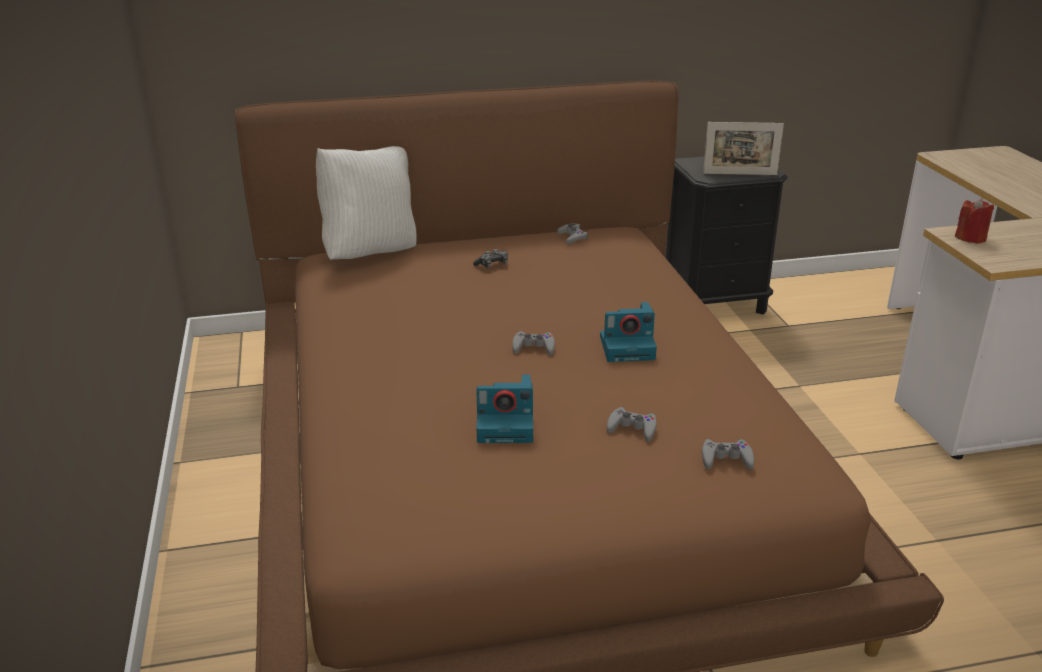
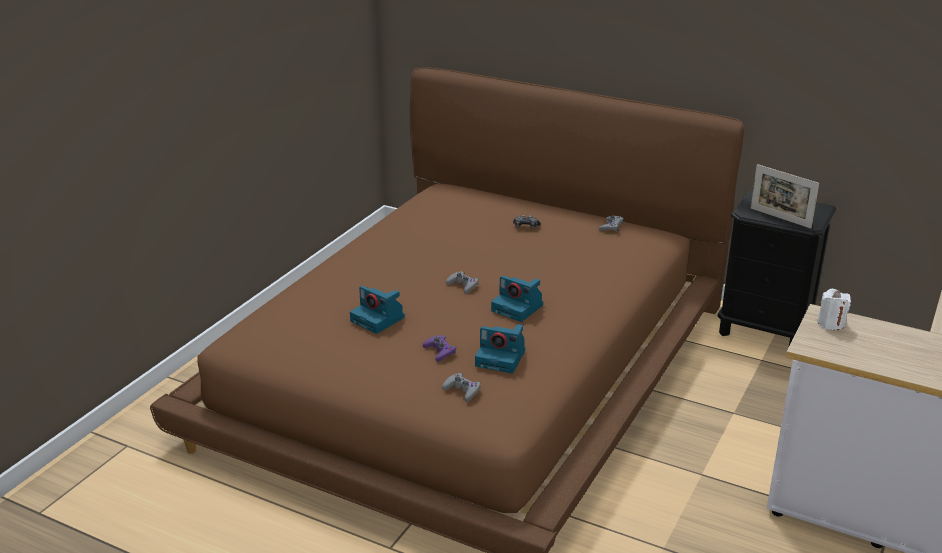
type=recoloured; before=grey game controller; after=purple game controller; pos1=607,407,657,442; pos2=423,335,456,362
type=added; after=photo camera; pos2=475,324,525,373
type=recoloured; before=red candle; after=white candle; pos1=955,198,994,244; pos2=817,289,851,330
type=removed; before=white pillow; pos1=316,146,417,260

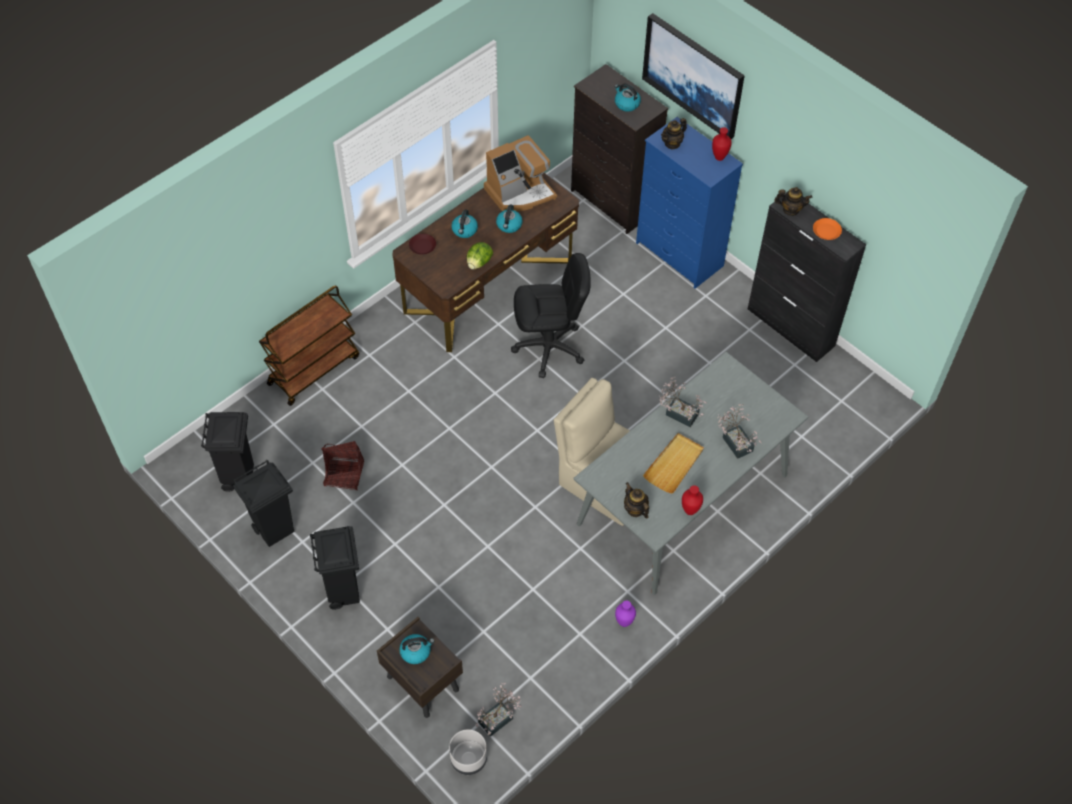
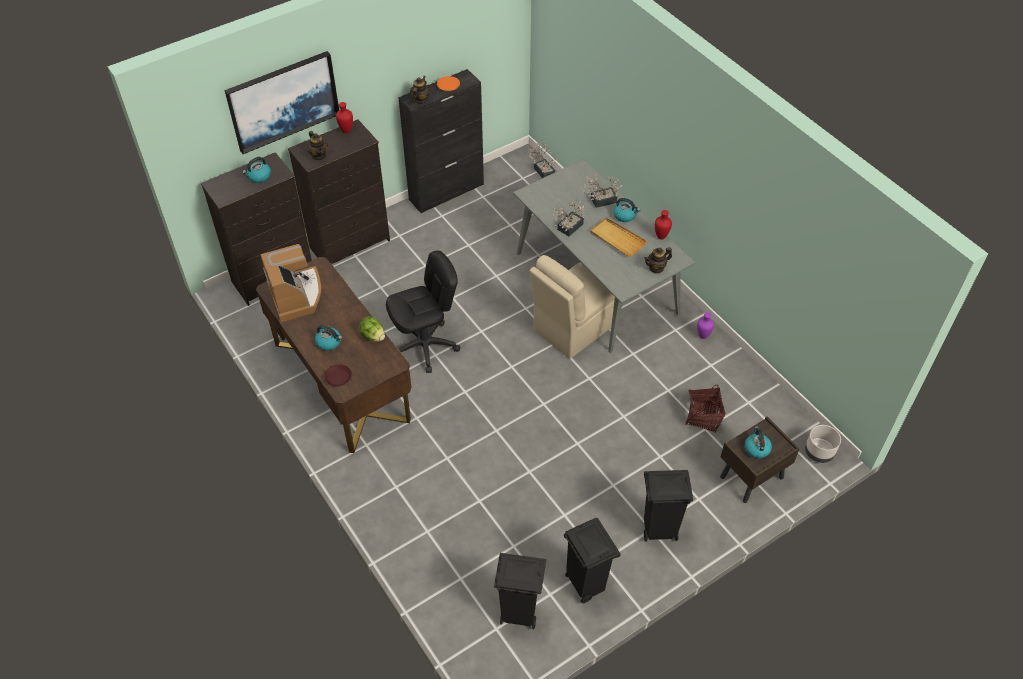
type=recoloured; before=blue dresser; after=black dresser; pos1=636,117,743,289; pos2=288,119,390,264
type=turned; before=black office chair; pos1=511,253,591,378; pos2=386,250,460,373; turn=60
type=moved; before=potted plant; pos1=475,683,522,737; pos2=528,141,559,178
type=moved; before=kettle; pos1=496,204,523,233; pos2=613,198,640,222
type=moved; before=basket; pos1=321,441,364,490; pos2=685,385,726,433
type=removed; before=brown cart; pos1=259,285,359,406

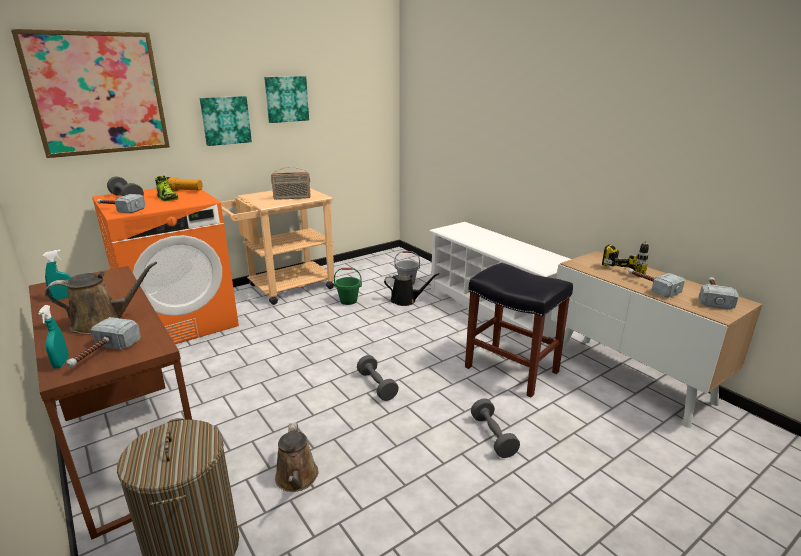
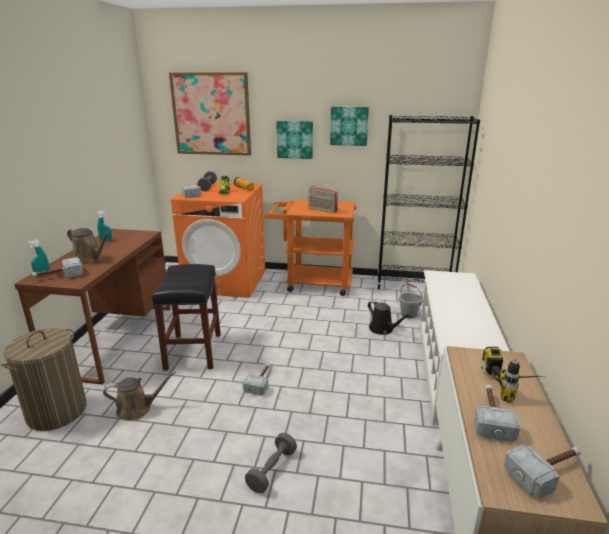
type=turned; before=brown watering can; pos1=275,422,318,492; pos2=103,372,176,421; turn=-135
type=moved; before=black stool; pos1=465,263,573,397; pos2=152,264,221,371
type=replaced; before=grey dumbbell; after=hammer; pos1=357,355,399,401; pos2=243,364,270,395
type=recoloured; before=beige cart; after=orange cart; pos1=221,188,336,305; pos2=264,200,357,296
type=added; after=black bookcase; pos2=377,115,480,289
type=removed; before=green bucket; pos1=334,268,362,305

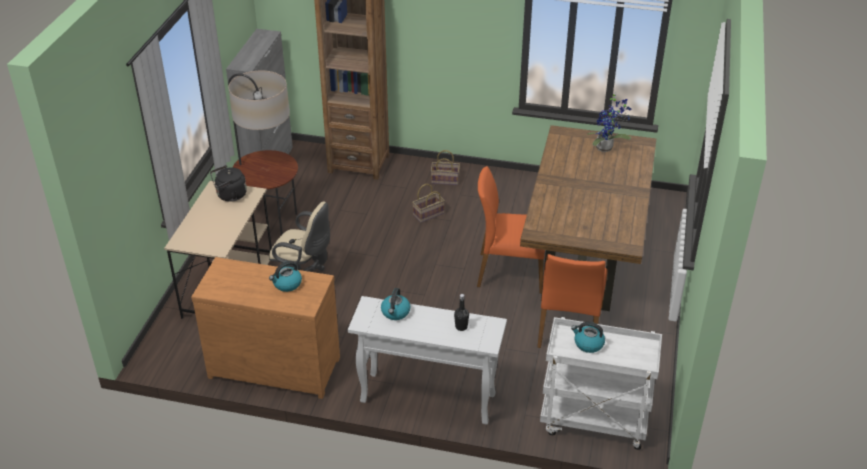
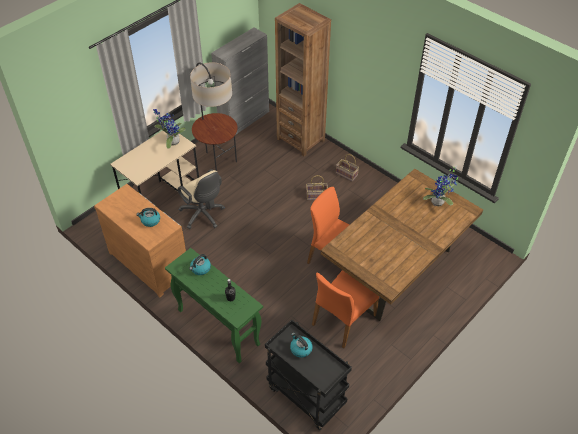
type=replaced; before=black kettle; after=potted plant; pos1=210,165,247,202; pos2=153,109,186,148
type=recoloured; before=white console table; after=green console table; pos1=348,296,507,425; pos2=165,248,263,363
type=recoloured; before=white cart; after=black cart; pos1=540,317,662,450; pos2=265,320,352,431

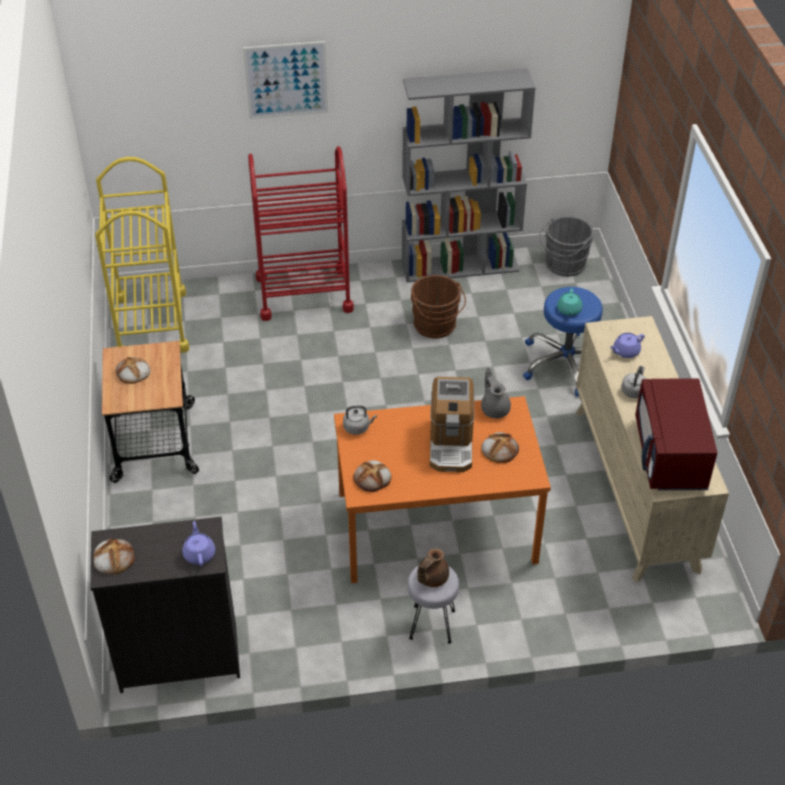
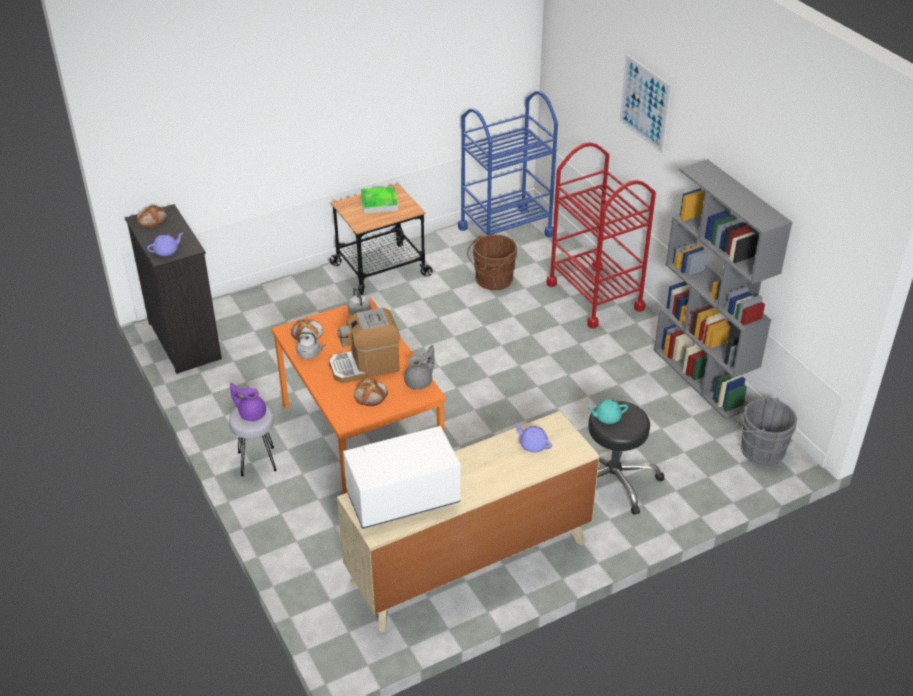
type=recoloured; before=brown teapot; after=purple teapot; pos1=417,548,449,587; pos2=230,383,266,421
type=moved; before=grey kettle; pos1=621,366,646,398; pos2=296,332,326,359
type=recoloured; before=red microwave; after=white microwave; pos1=635,378,717,491; pos2=343,426,461,529
type=replaced; before=bread; after=tray; pos1=116,357,150,384; pos2=361,187,398,213
type=recoloured; before=yellow cart; after=blue cart; pos1=95,157,190,353; pos2=458,91,558,237
type=moved; before=brown bucket; pos1=410,275,466,338; pos2=467,234,517,290
type=recoloured; before=blue stool; after=black stool; pos1=523,287,603,397; pos2=588,401,664,515

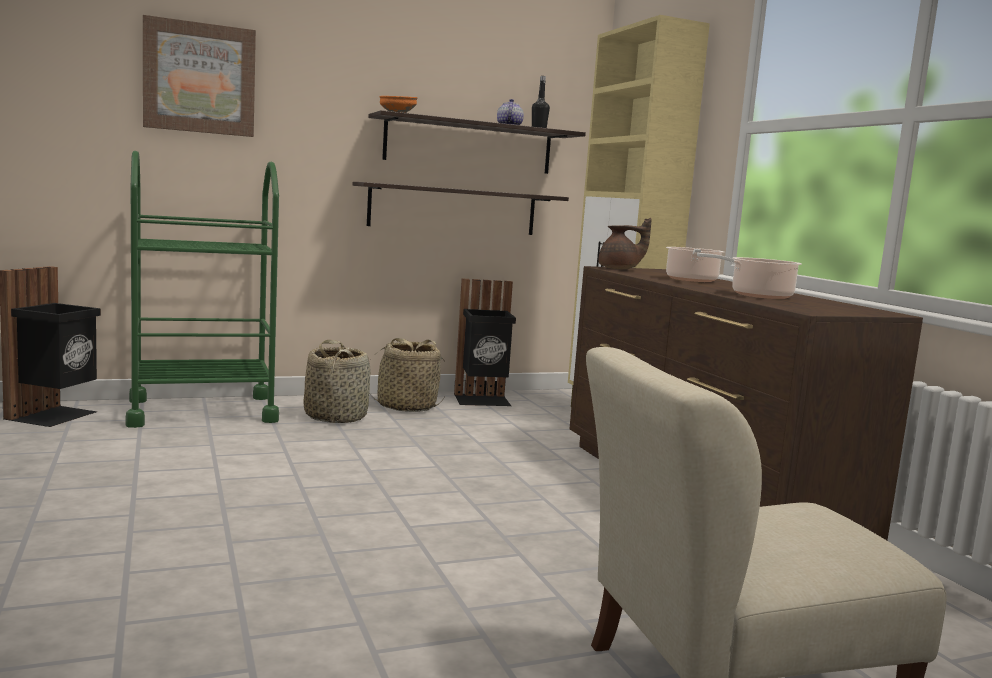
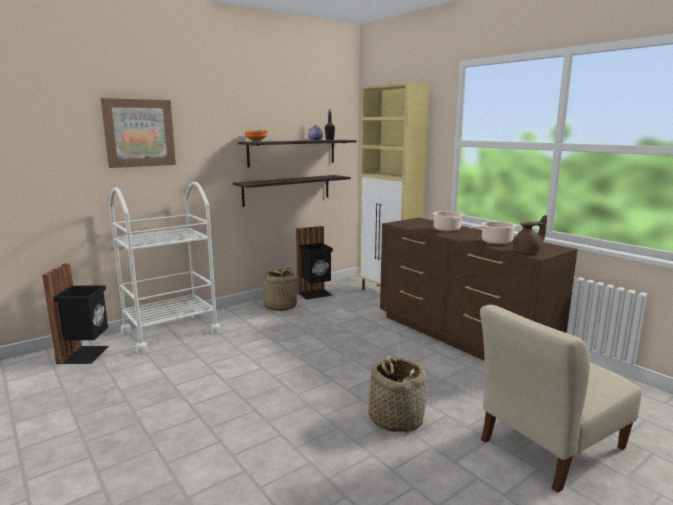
type=recoloured; before=green cart; after=white cart; pos1=126,151,279,428; pos2=109,182,221,354
type=moved; before=basket; pos1=303,340,371,423; pos2=369,356,427,433
type=moved; before=brown teapot; pos1=599,218,652,269; pos2=513,215,547,253

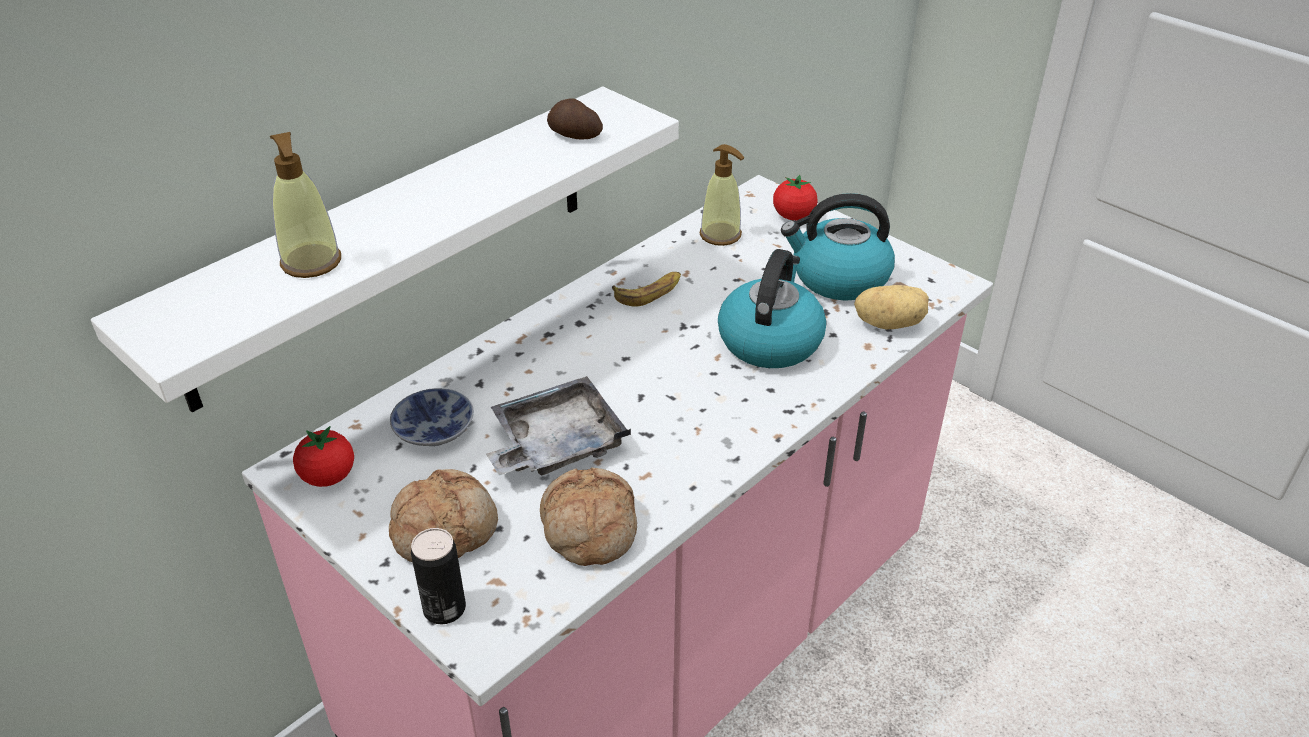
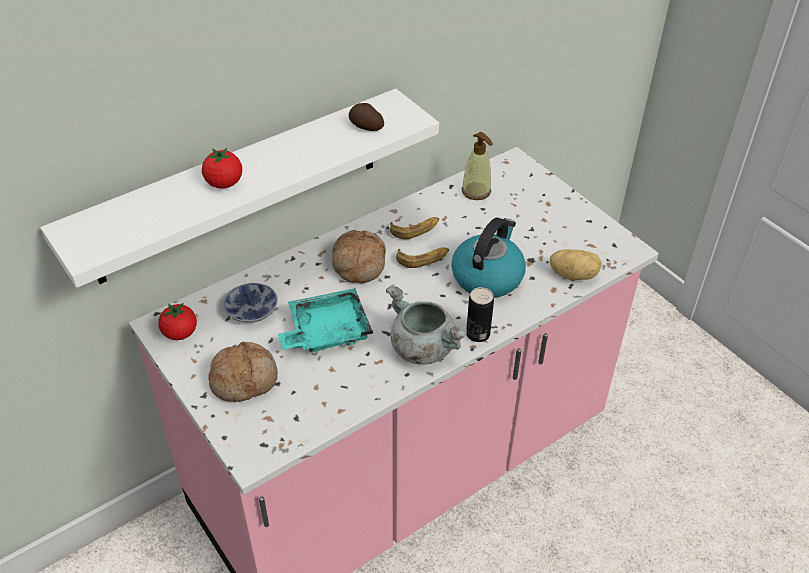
type=moved; before=tomato; pos1=773,175,817,220; pos2=202,148,242,189
type=recoloured; before=grey tray; after=turquoise tray; pos1=486,376,631,476; pos2=278,288,373,353
type=moved; before=bread; pos1=540,467,637,566; pos2=332,230,386,283
type=added; after=grey cooking pot; pos2=386,285,467,365
type=added; after=banana; pos2=396,248,449,268
type=moved; before=can; pos1=411,528,466,624; pos2=466,287,494,342
type=removed; before=soap dispenser; pos1=270,132,341,278
type=removed; before=kettle; pos1=781,193,895,301

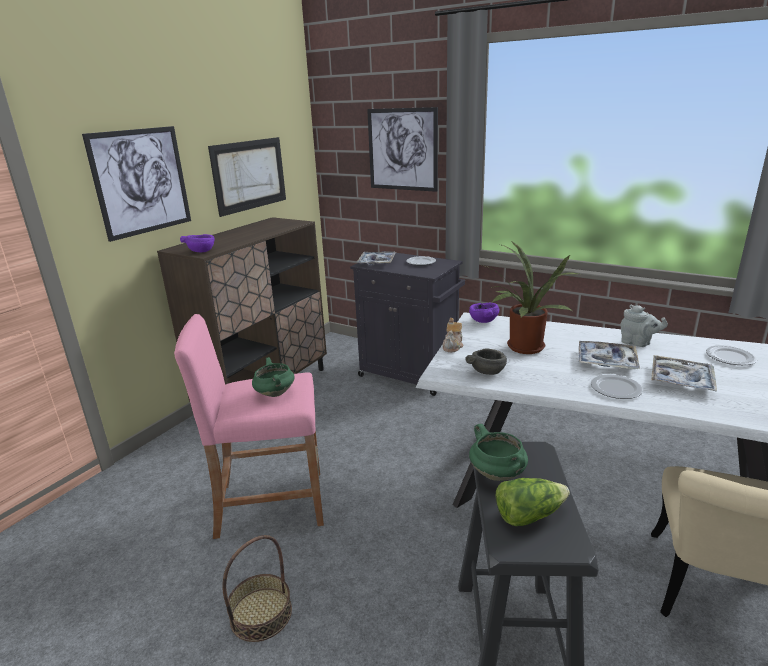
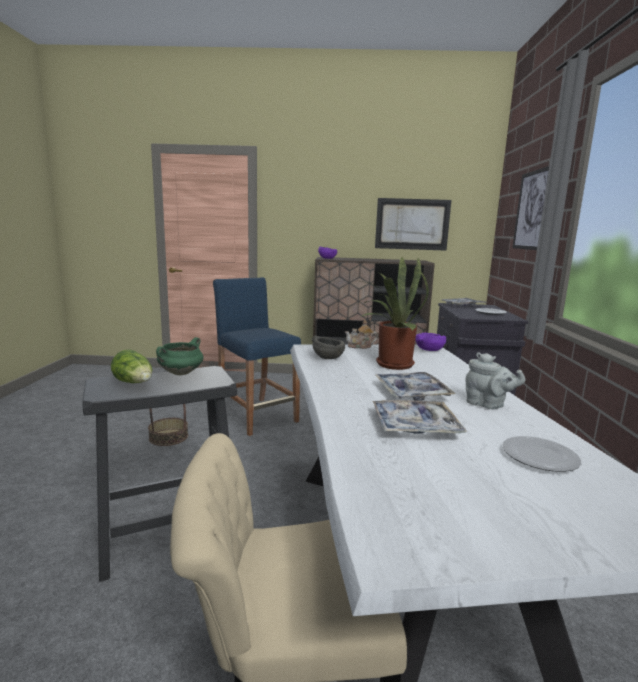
type=recoloured; before=pink stool; after=blue stool; pos1=174,314,324,539; pos2=213,277,301,436
type=turned; before=grey teapot; pos1=620,305,668,347; pos2=465,352,525,410; turn=-60
type=removed; before=picture; pos1=82,126,191,242
type=removed; before=green cooking pot; pos1=252,357,295,397
type=removed; before=plate; pos1=591,374,643,399

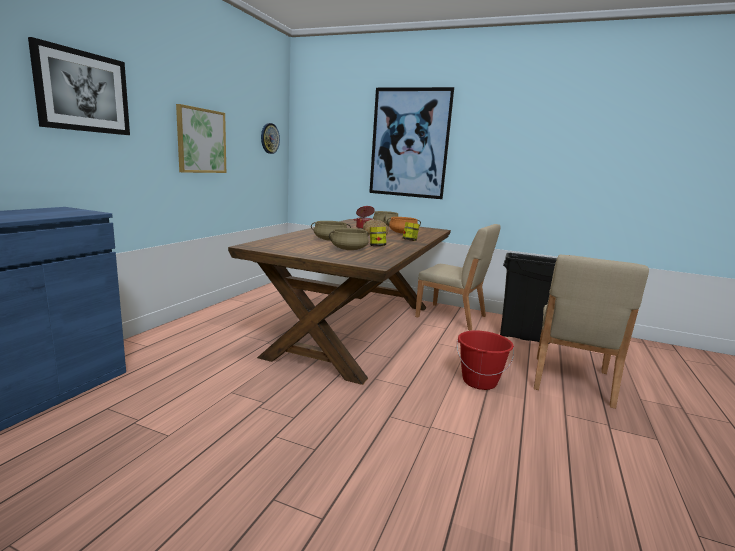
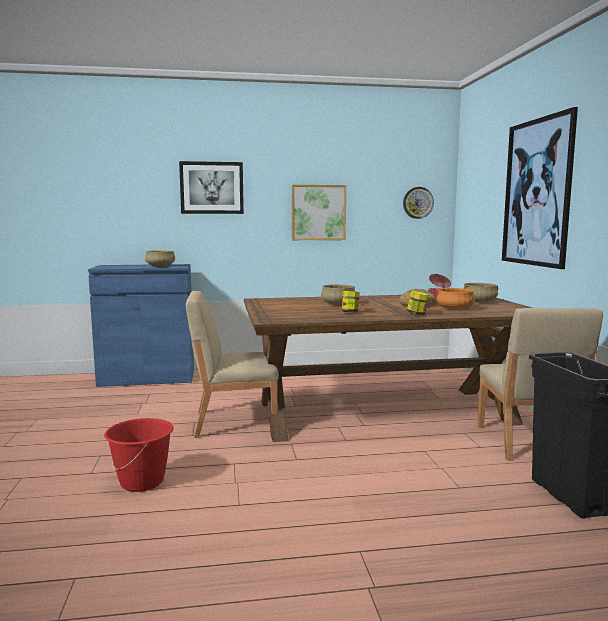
type=moved; before=red bucket; pos1=457,330,514,390; pos2=104,418,174,492
type=moved; before=beige cooking pot; pos1=329,228,369,250; pos2=145,250,175,266
type=moved; before=beige chair; pos1=534,255,649,409; pos2=186,291,279,438

